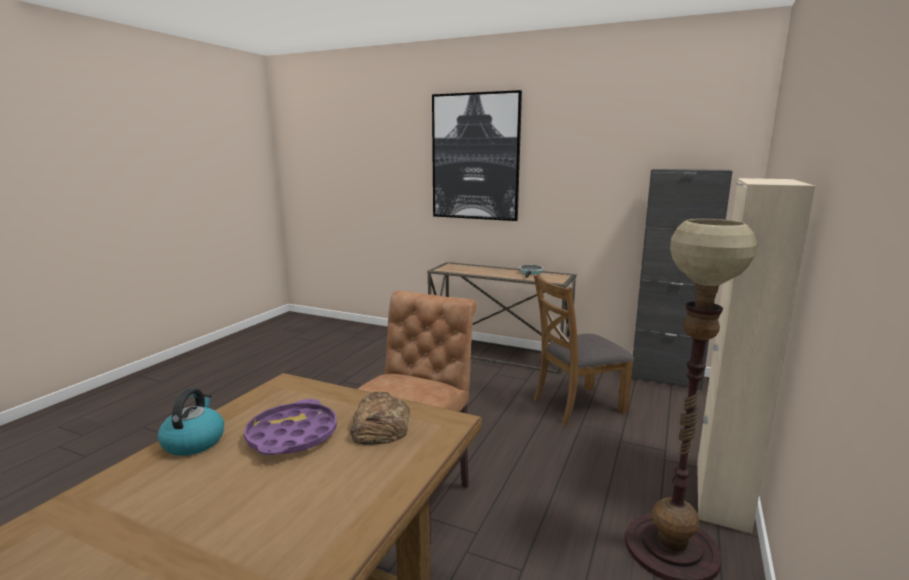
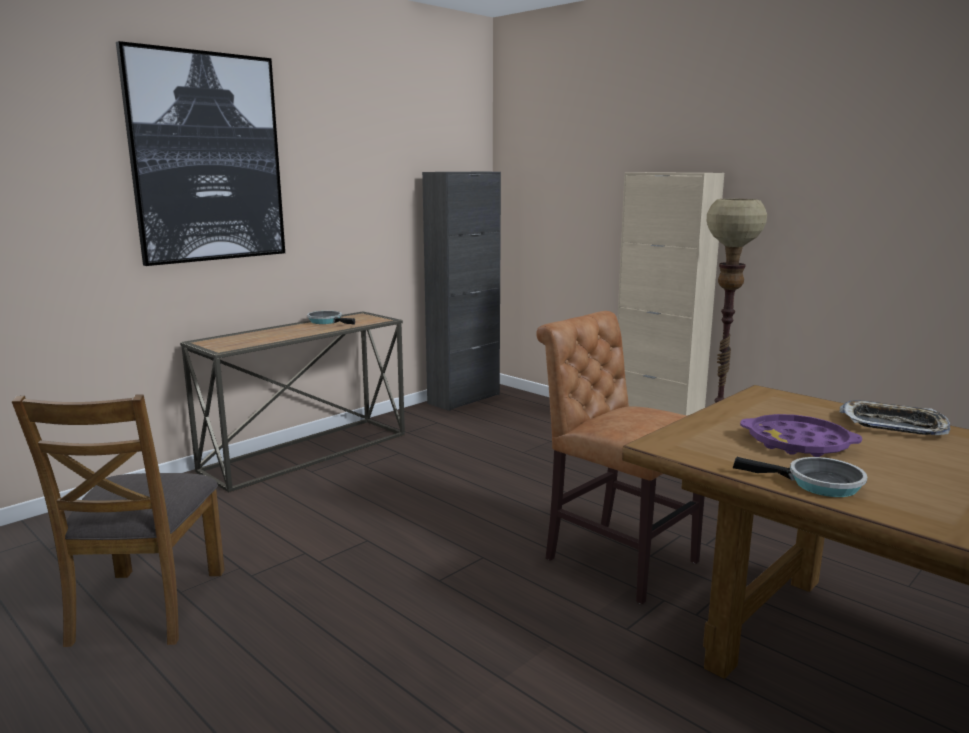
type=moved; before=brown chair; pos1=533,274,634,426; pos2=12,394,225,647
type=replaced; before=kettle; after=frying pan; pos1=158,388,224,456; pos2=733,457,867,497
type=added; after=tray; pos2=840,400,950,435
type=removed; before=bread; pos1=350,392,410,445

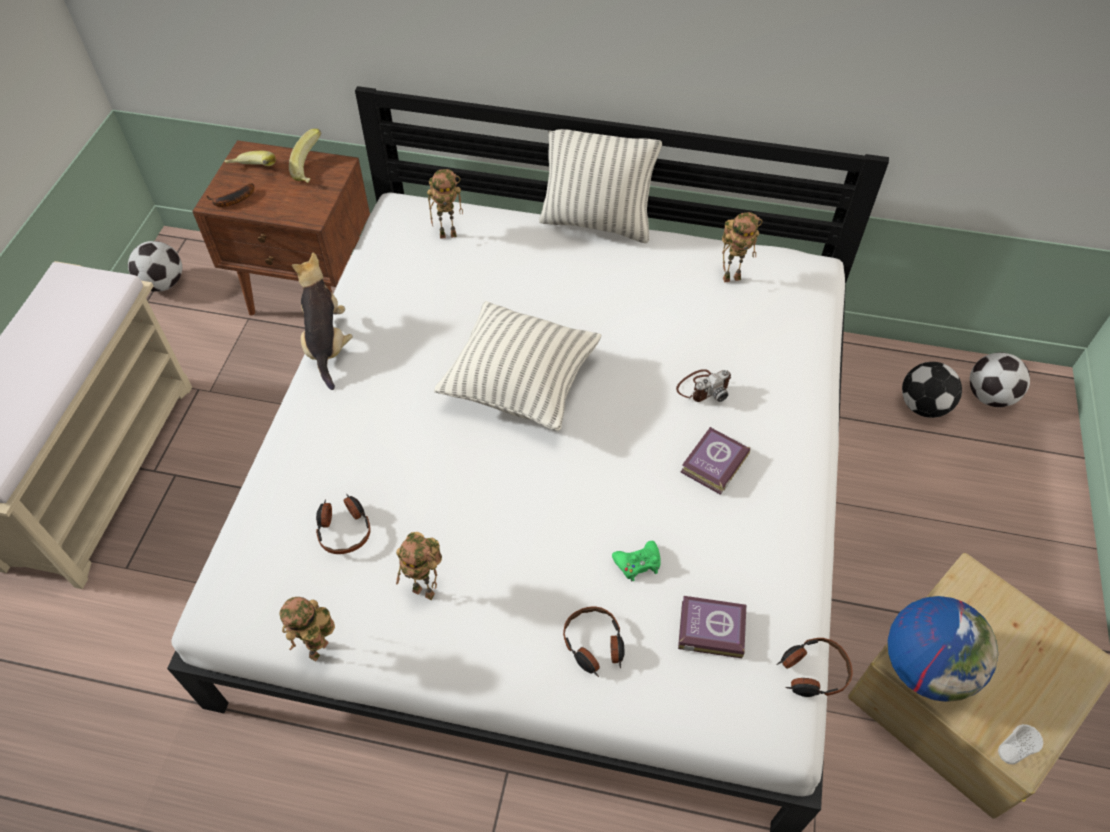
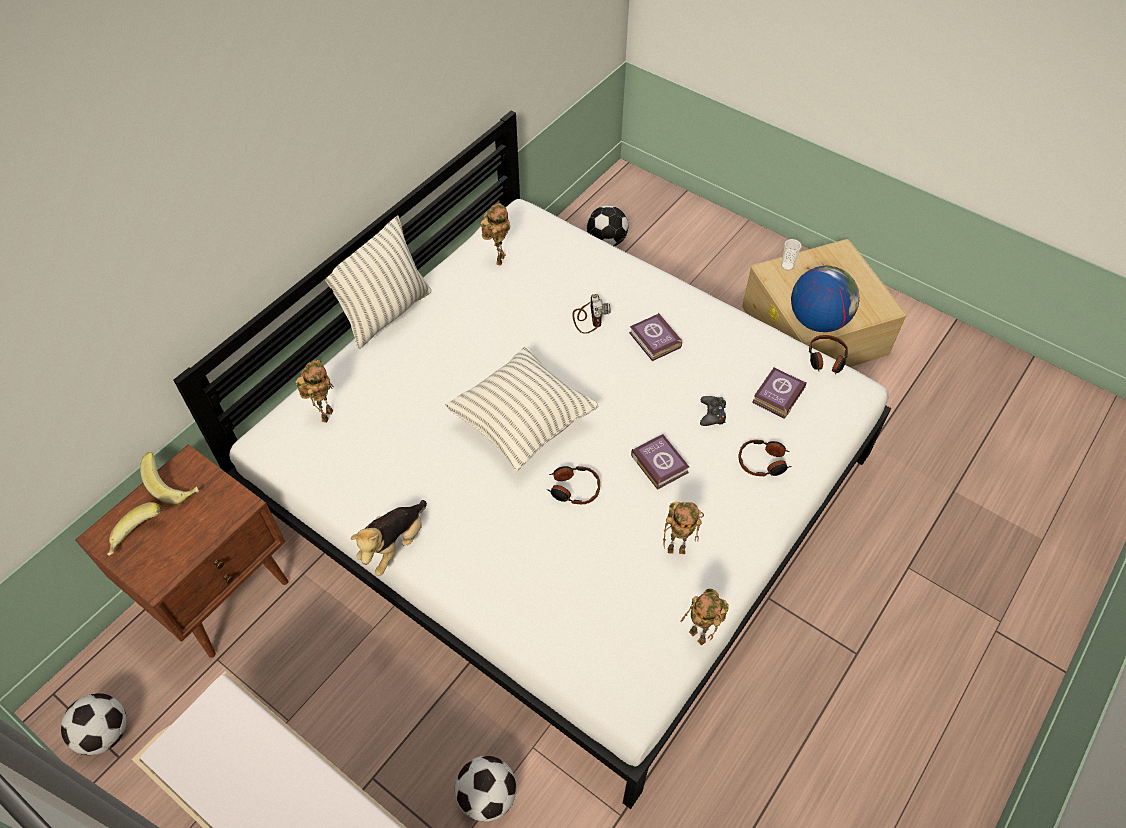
type=turned; before=plush toy; pos1=292,253,353,390; pos2=351,500,427,576; turn=-75
type=moved; before=football; pos1=970,352,1030,407; pos2=455,756,517,822
type=moved; before=headphones; pos1=316,495,370,554; pos2=546,466,600,504
type=added; after=book; pos2=631,434,689,490
type=turned; before=toy robot; pos1=396,532,442,600; pos2=663,501,704,554; turn=45
type=recoloured; before=green game controller; after=black game controller; pos1=612,541,661,581; pos2=700,396,726,426
type=moved; before=cup; pos1=998,724,1043,765; pos2=781,239,801,270
type=removed; before=banana; pos1=207,183,255,207

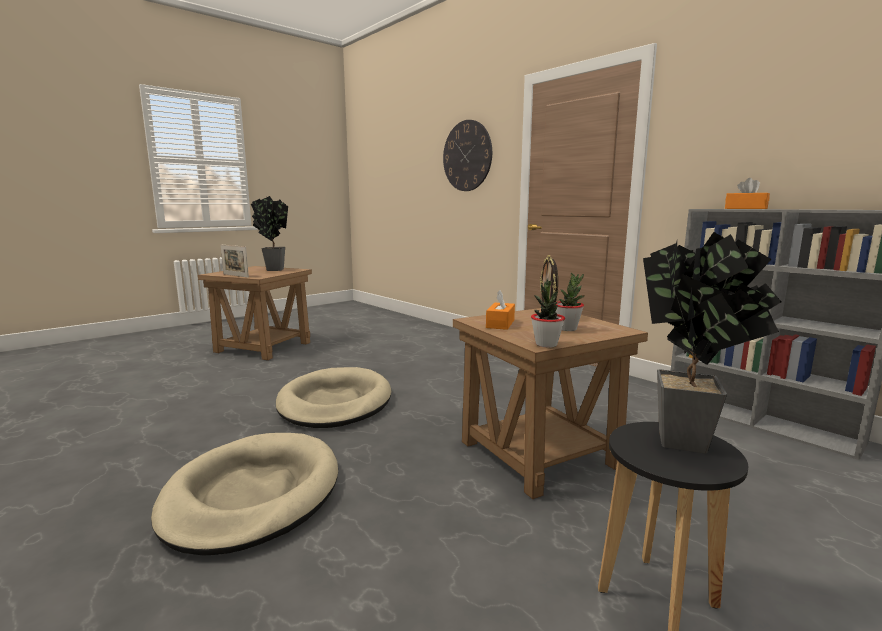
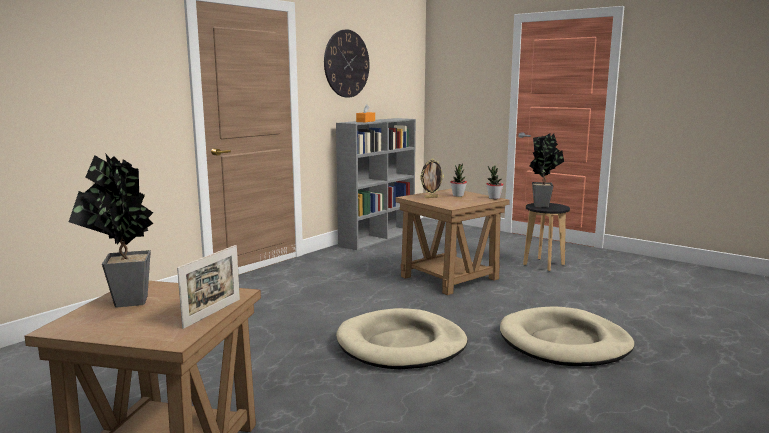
type=moved; before=wall clock; pos1=443,120,492,191; pos2=324,29,370,98
type=removed; before=orange tissue box; pos1=486,290,515,330

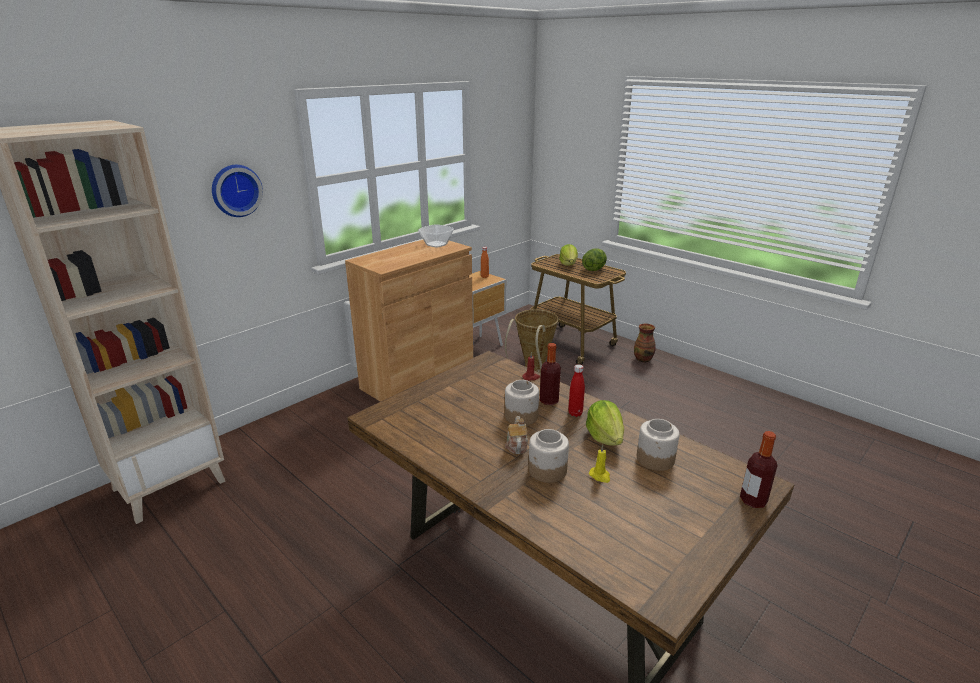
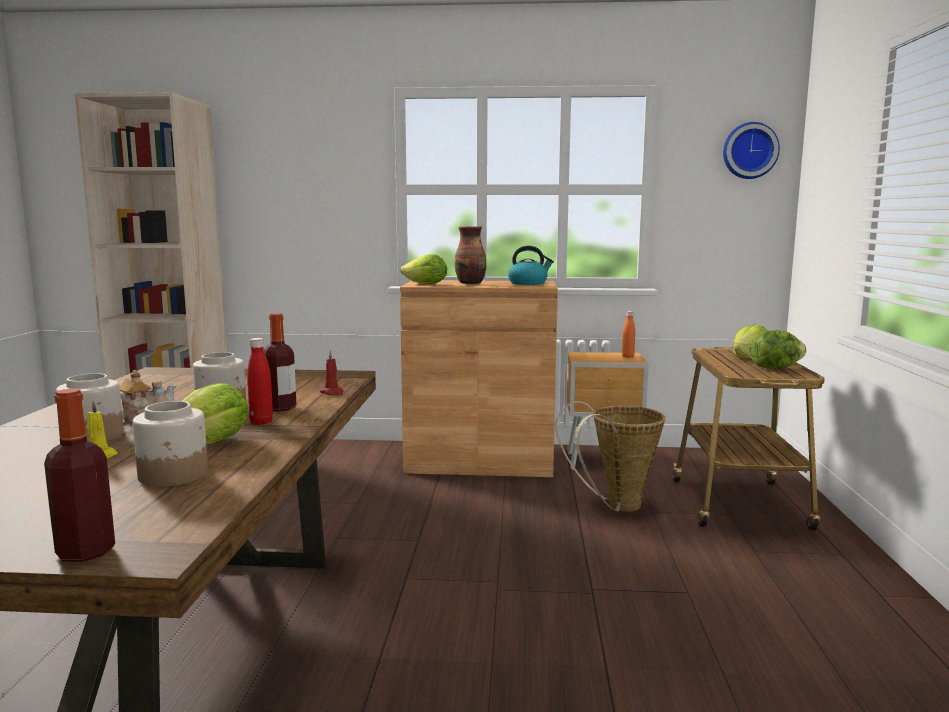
type=added; after=lettuce; pos2=401,254,447,284
type=moved; before=vase; pos1=634,324,656,363; pos2=454,226,487,284
type=replaced; before=bowl; after=kettle; pos1=418,224,454,248; pos2=508,246,554,285
type=moved; before=wall clock; pos1=212,165,263,217; pos2=723,122,780,179

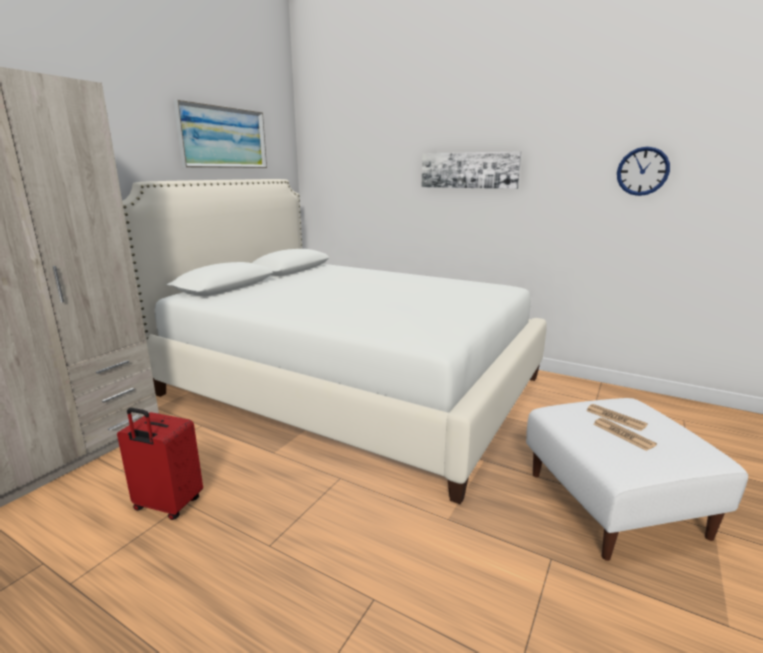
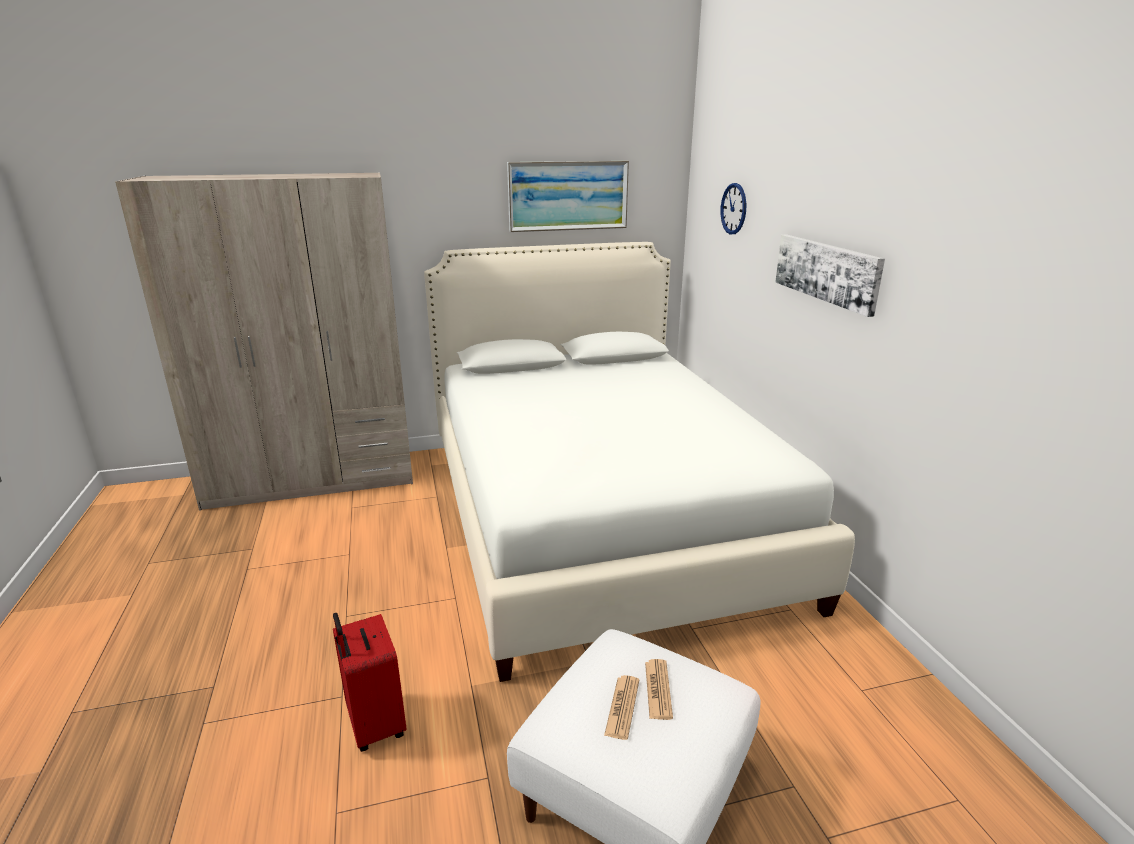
type=moved; before=red suitcase; pos1=117,408,203,520; pos2=333,613,406,752
type=moved; before=wall clock; pos1=617,147,670,196; pos2=720,183,746,234

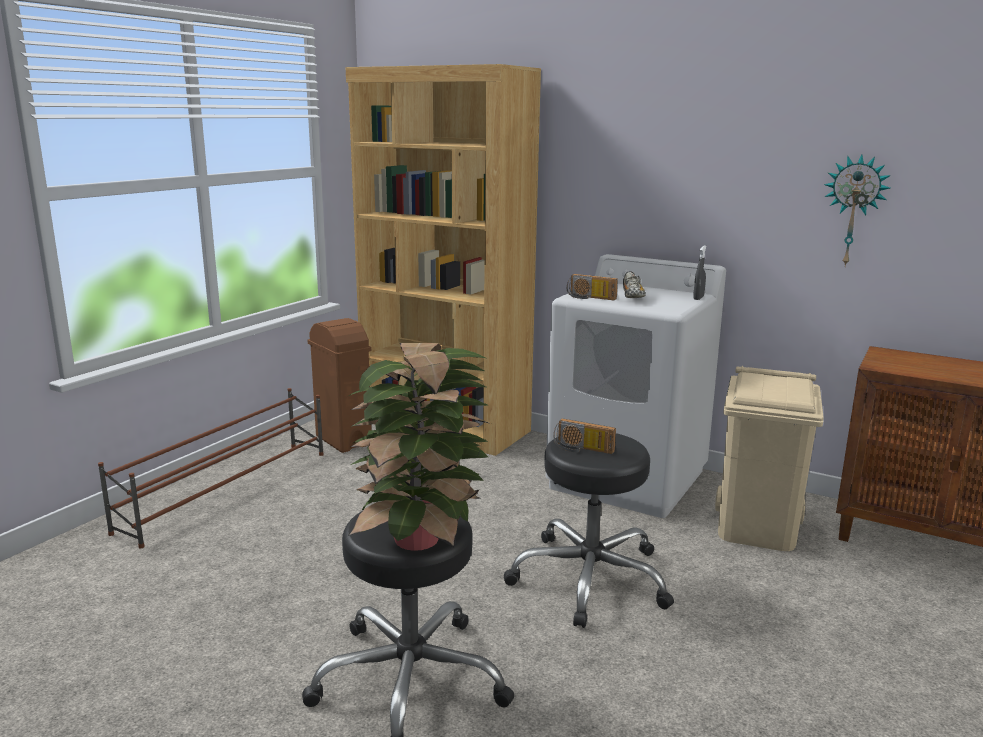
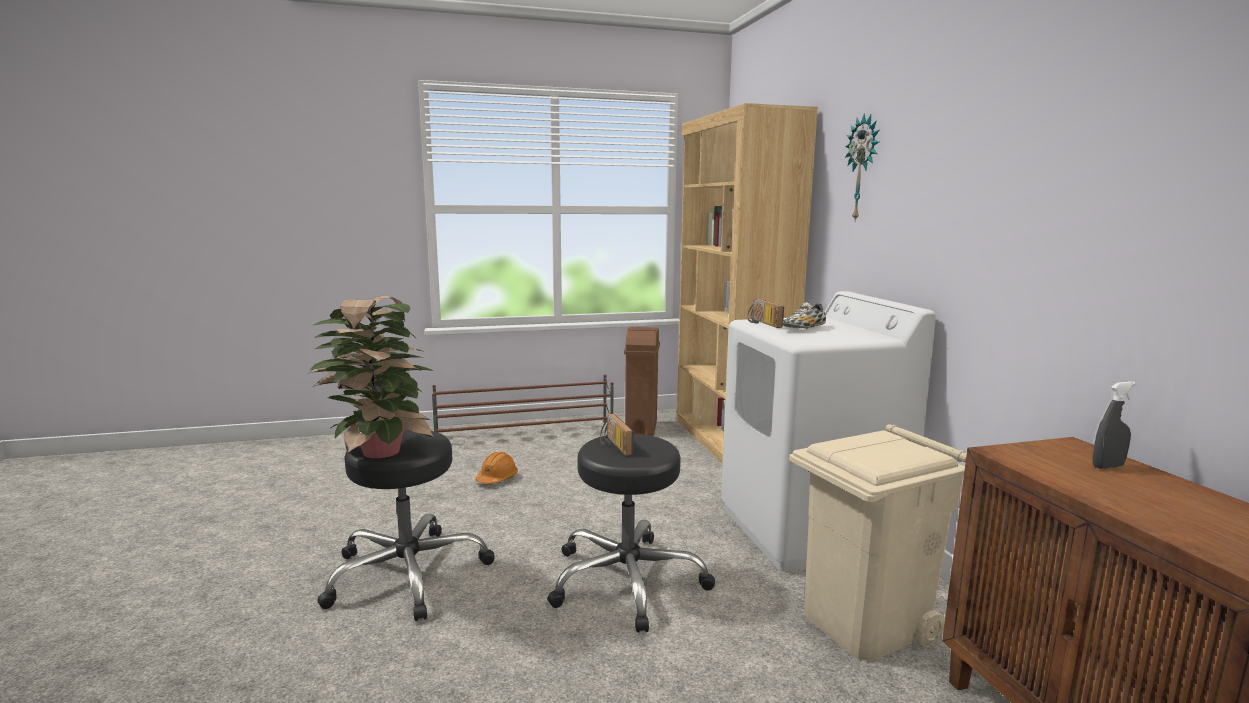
type=added; after=orange hard hat; pos2=476,452,518,484
type=moved; before=wall clock; pos1=824,154,891,266; pos2=845,113,879,220
type=moved; before=grey spray bottle; pos1=693,245,707,300; pos2=1093,381,1136,469

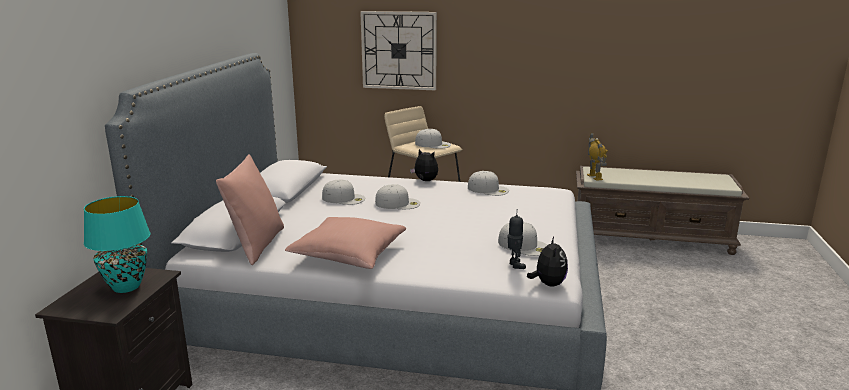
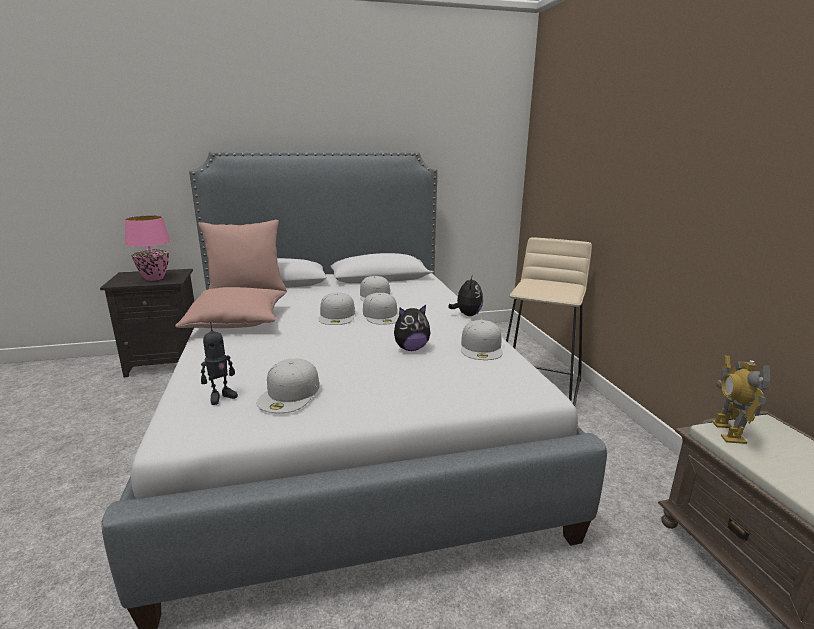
type=recoloured; before=turquoise table lamp; after=pink table lamp; pos1=84,196,150,293; pos2=125,215,171,281
type=moved; before=white cap; pos1=415,129,451,149; pos2=318,293,355,325
type=moved; before=plush toy; pos1=527,237,568,287; pos2=394,305,430,351
type=turned; before=toy robot; pos1=587,133,608,181; pos2=712,355,770,444; turn=135
type=removed; before=wall clock; pos1=360,11,437,90

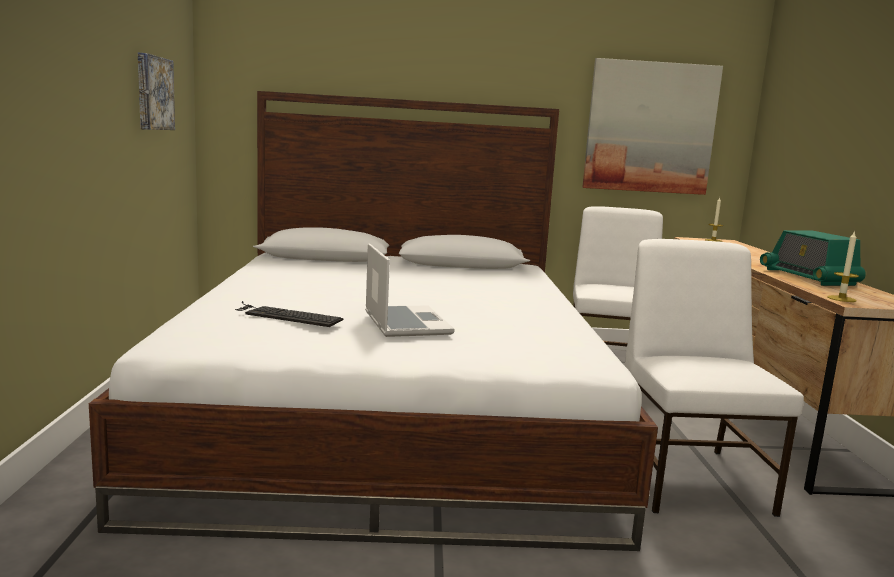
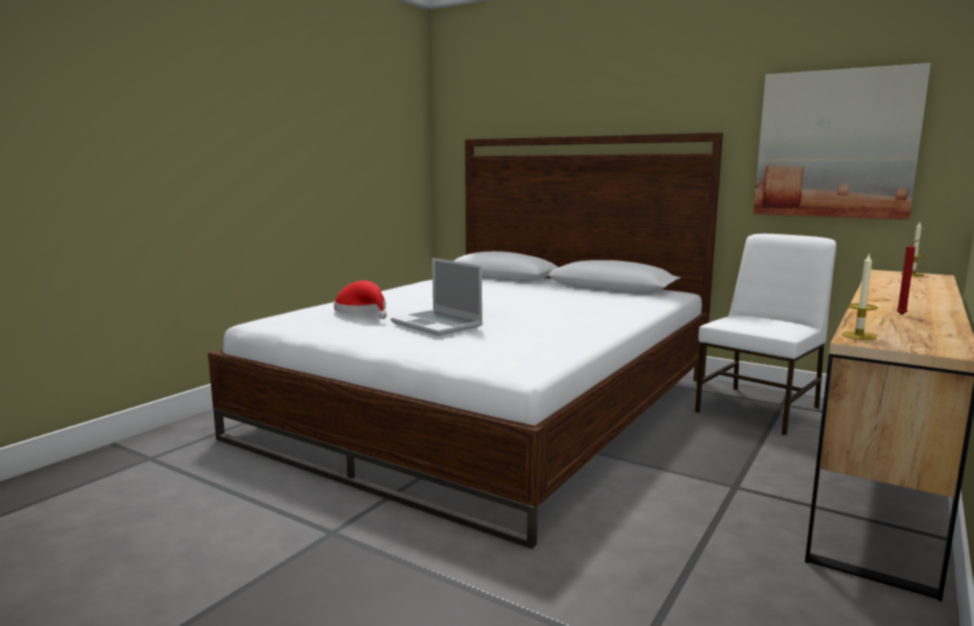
type=replaced; before=keyboard; after=red hat; pos1=235,301,344,327; pos2=334,281,387,319
type=turned; before=laptop; pos1=365,243,455,337; pos2=391,258,483,336; turn=120
type=replaced; before=radio; after=red candle; pos1=760,230,866,286; pos2=897,239,921,315
type=removed; before=picture; pos1=138,53,175,130
type=removed; before=white chair; pos1=625,239,804,517

